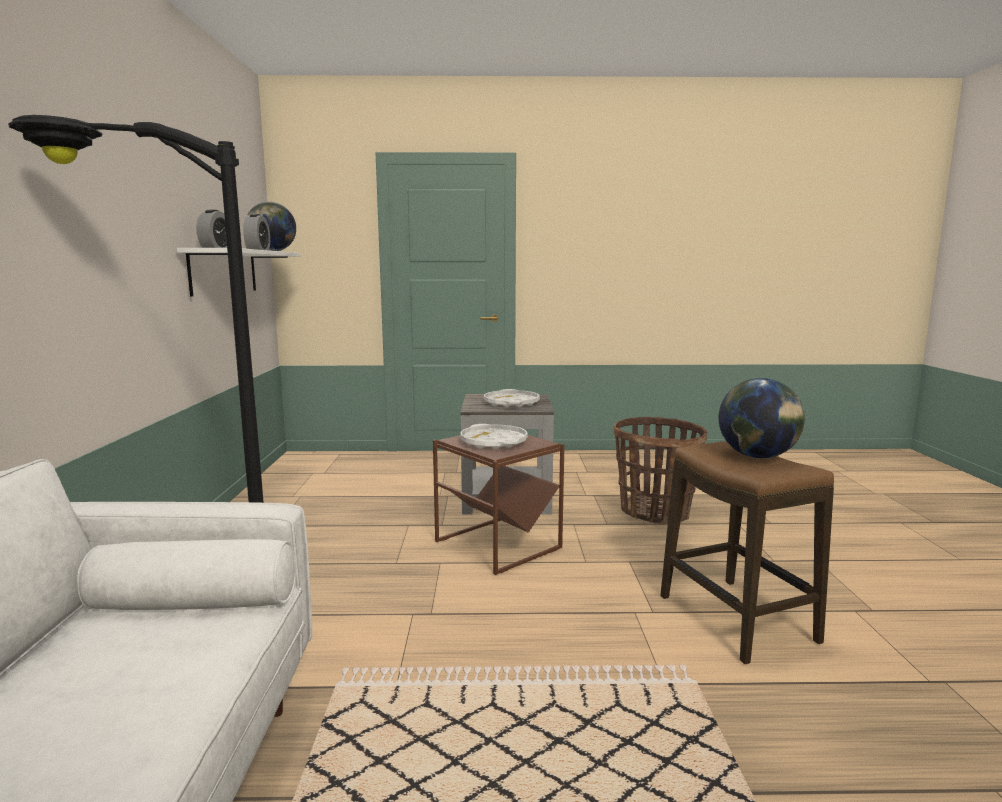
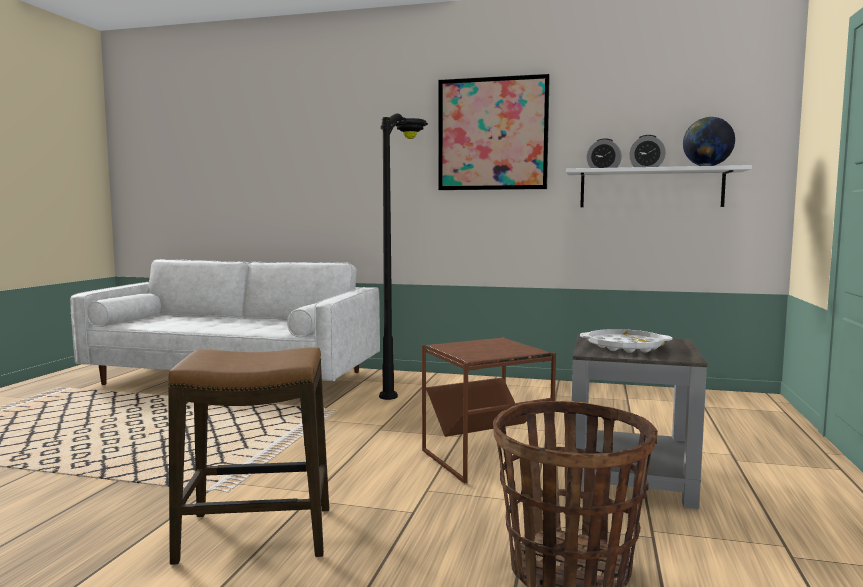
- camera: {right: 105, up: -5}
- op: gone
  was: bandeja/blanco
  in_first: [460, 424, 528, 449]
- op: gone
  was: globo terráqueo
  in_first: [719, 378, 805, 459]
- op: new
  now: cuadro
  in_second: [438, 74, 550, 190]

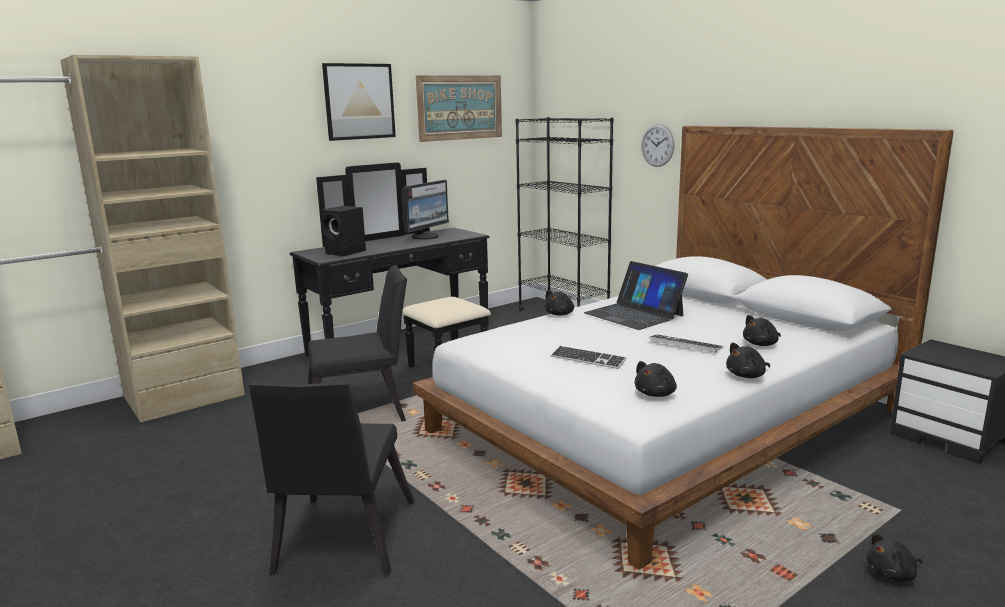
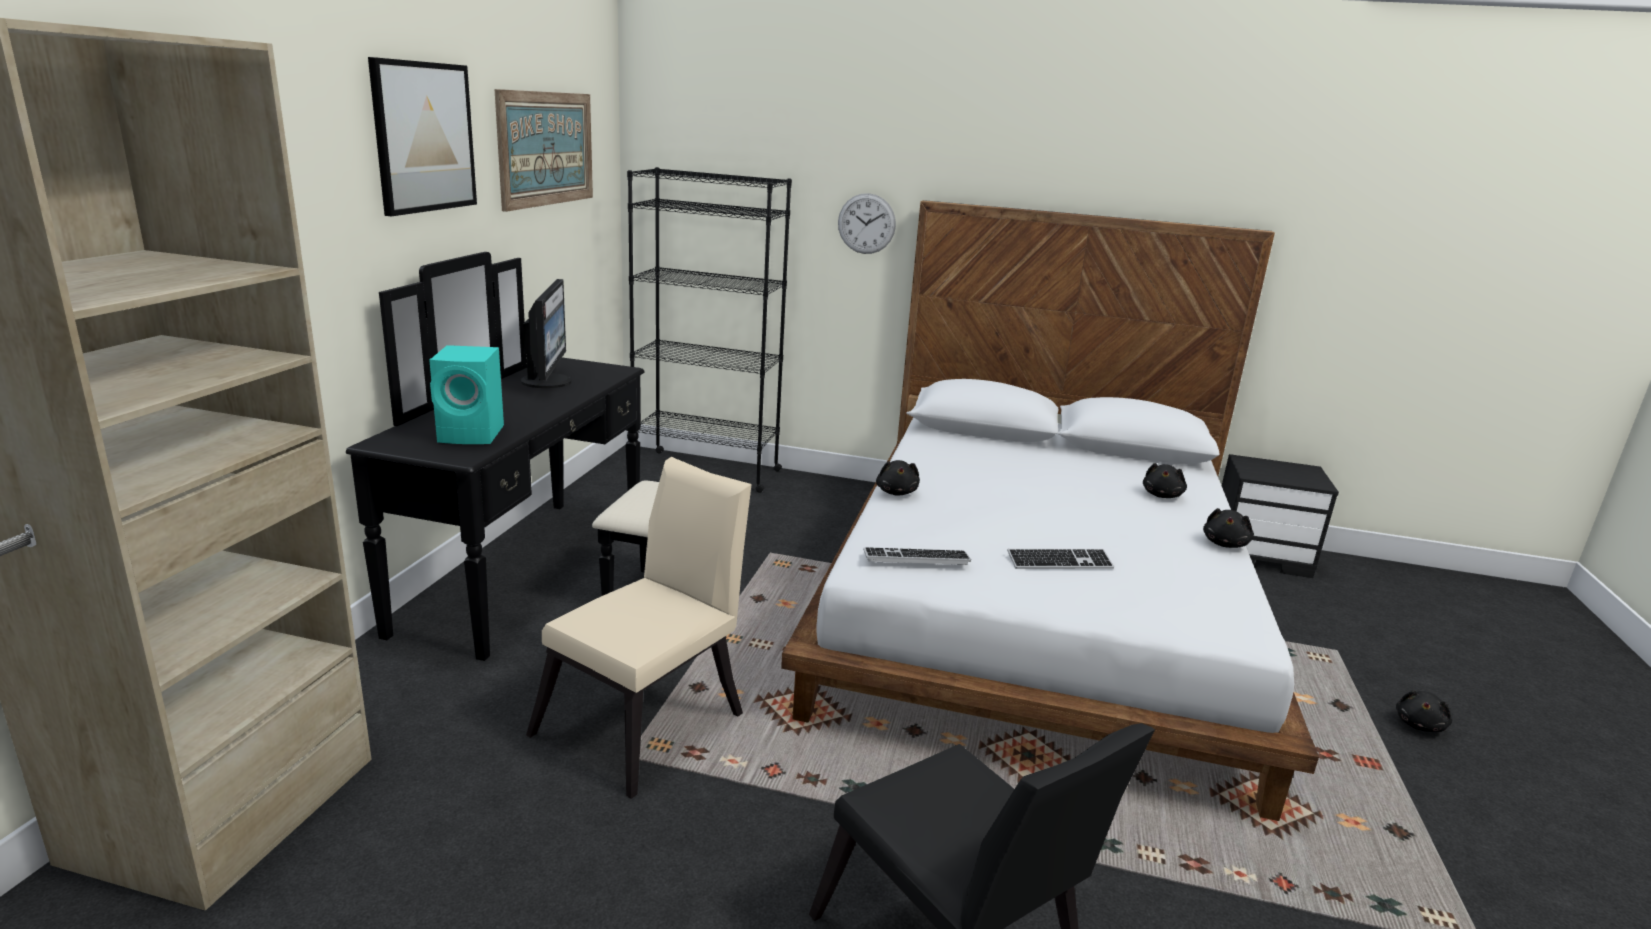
- camera: {right: -40, up: 5}
- op: repainted
  was: silla/negro
  now: silla/beis
  in_first: [308, 265, 407, 422]
  in_second: [526, 457, 752, 799]
- op: repainted
  was: altavoz/negro
  now: altavoz/turquesa
  in_first: [321, 206, 366, 256]
  in_second: [429, 345, 504, 444]
- op: gone
  was: portátil
  in_first: [584, 261, 688, 330]
- op: gone
  was: peluche/negro
  in_first: [634, 361, 677, 397]
- op: shifted
  was: teclado
  in_first: [649, 334, 724, 353]
  in_second: [863, 547, 971, 565]

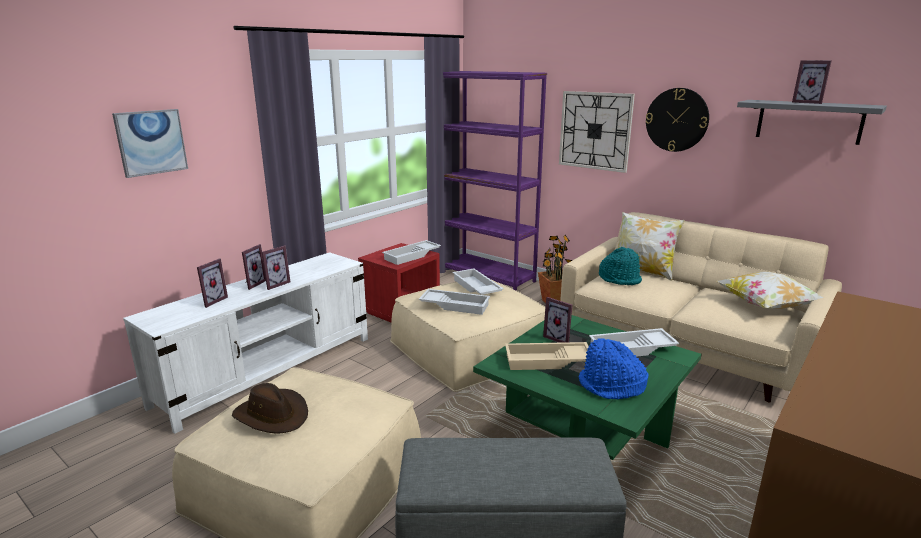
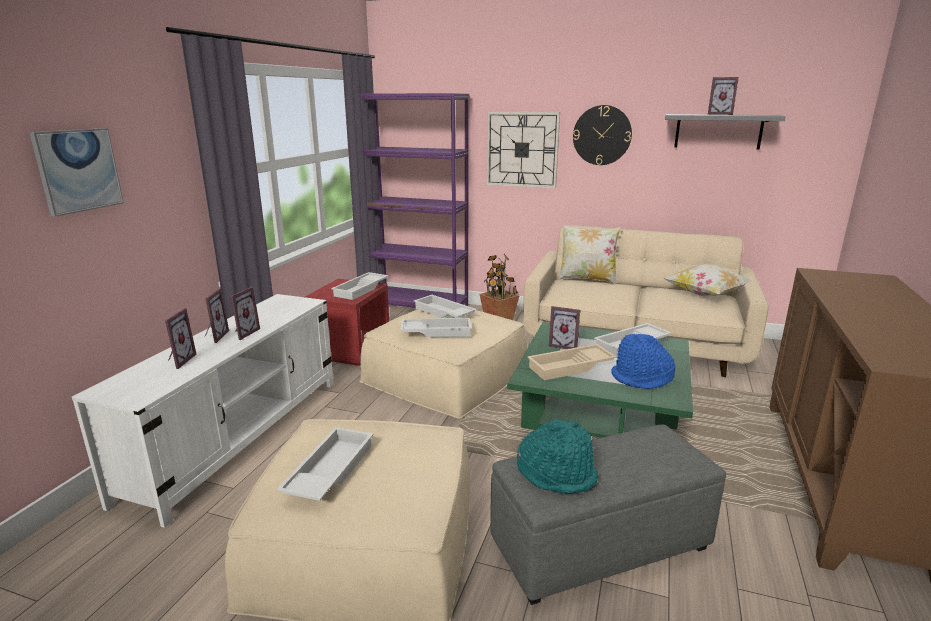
- camera: {right: -20, up: 0}
- op: swapped
  was: sombrero/marrón
  now: bandeja/blanco
  in_first: [232, 383, 308, 433]
  in_second: [276, 427, 374, 501]
- op: shifted
  was: sombrero/turquesa
  in_first: [599, 247, 642, 285]
  in_second: [517, 419, 598, 494]

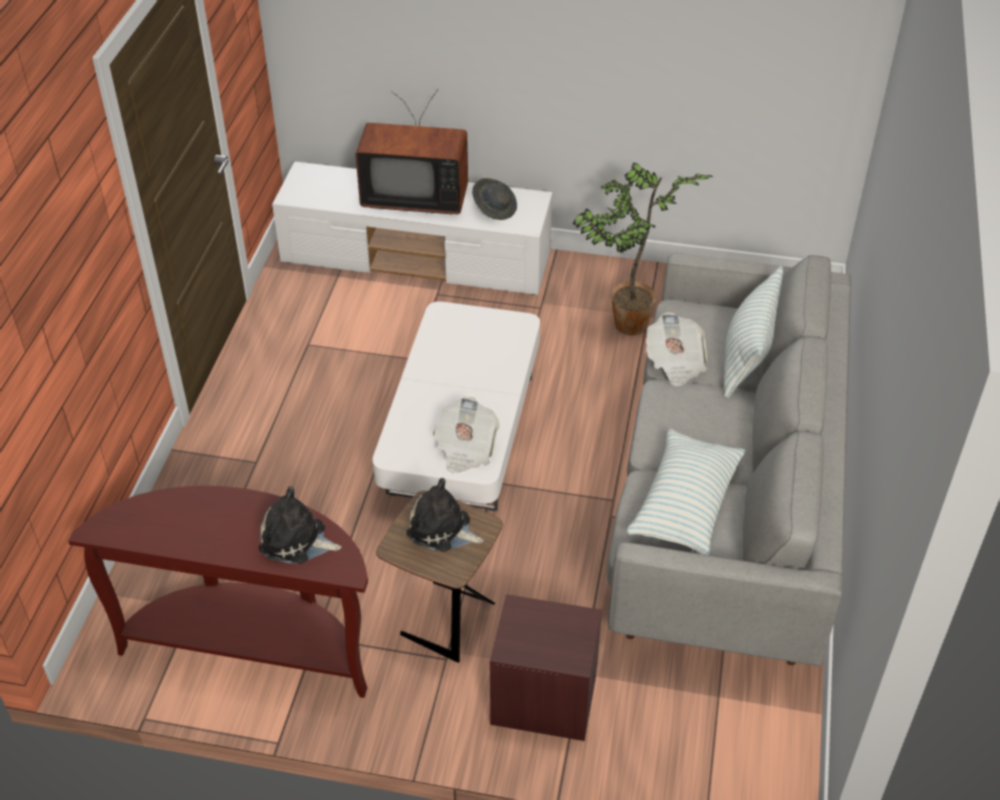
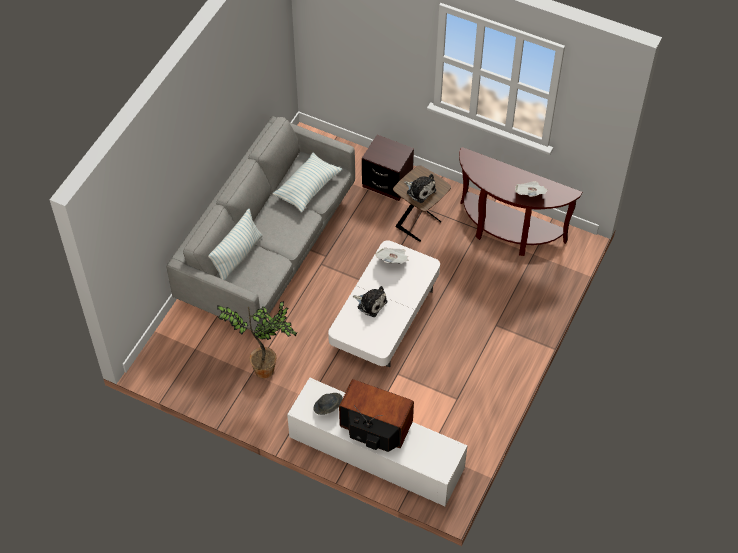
- camera: {right: -165, up: 10}
- op: shifted
  was: peluche
  in_first: [259, 487, 341, 564]
  in_second: [353, 286, 387, 317]
- op: shifted
  was: periódico
  in_first: [645, 312, 707, 387]
  in_second: [515, 181, 548, 197]

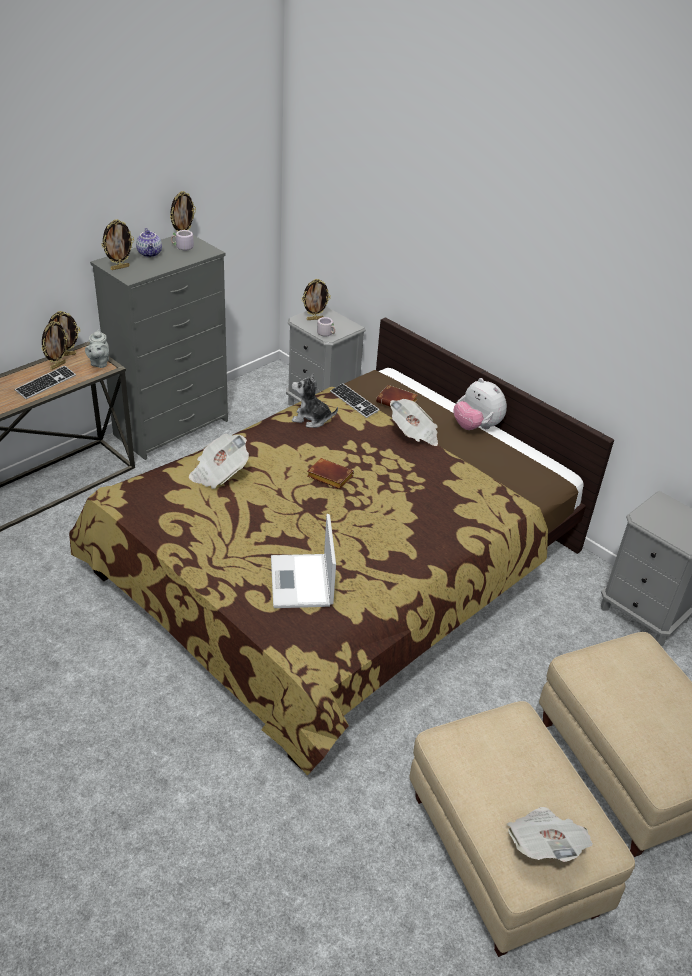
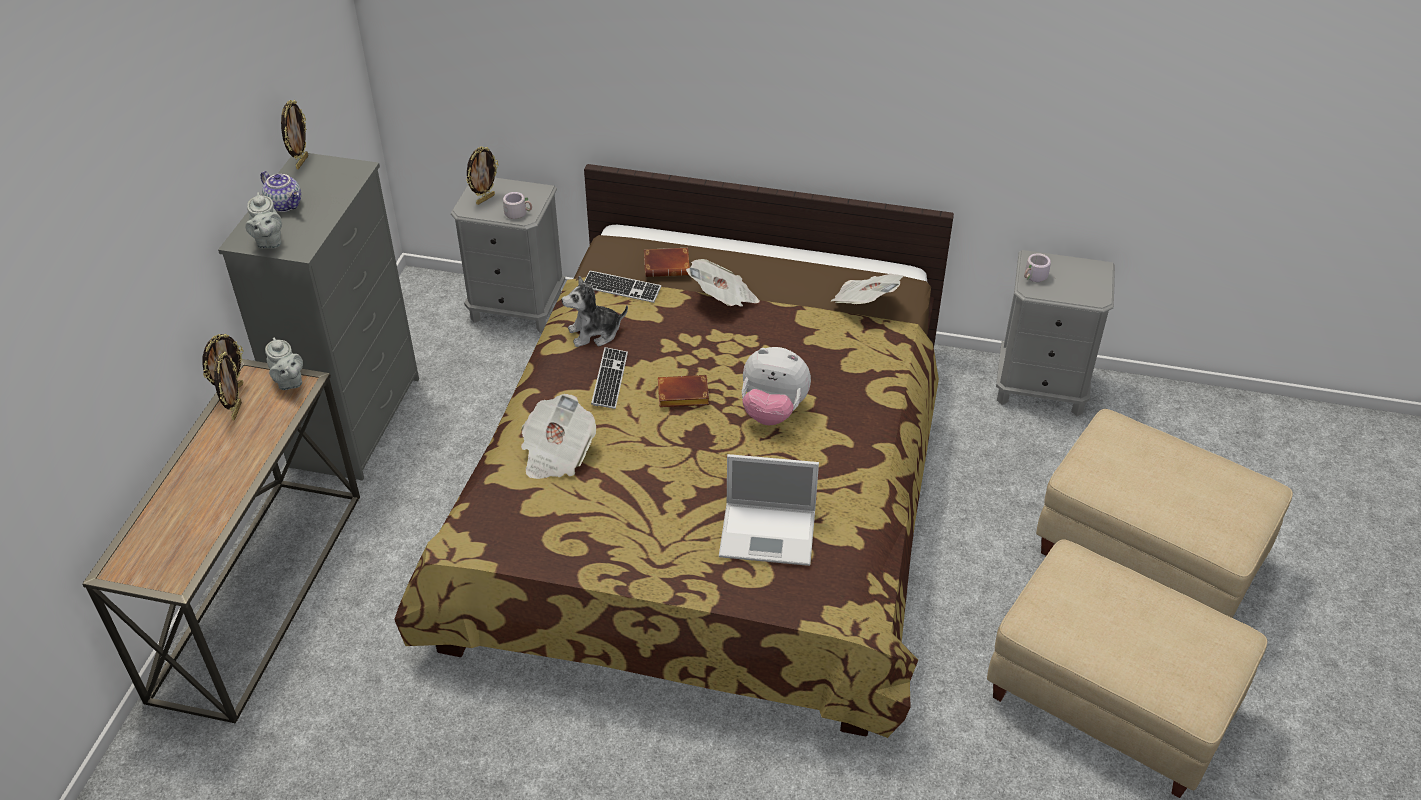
- camera: {right: -30, up: 5}
- op: shifted
  was: teclado
  in_first: [15, 366, 76, 399]
  in_second: [591, 347, 628, 409]
- op: swapped
  was: portarretratos
  now: tetera/gris
  in_first: [102, 219, 134, 270]
  in_second: [245, 192, 282, 249]
- op: shifted
  was: taza grande/gris
  in_first: [171, 230, 194, 250]
  in_second: [1024, 253, 1056, 282]
- op: rotated
  was: portátil
  in_first: [271, 514, 336, 608]
  in_second: [719, 454, 819, 566]
  clockwise: -45
- op: shifted
  was: peluche
  in_first: [453, 378, 507, 430]
  in_second: [742, 347, 811, 426]
- op: shifted
  was: periódico
  in_first: [507, 807, 593, 862]
  in_second: [831, 274, 903, 304]

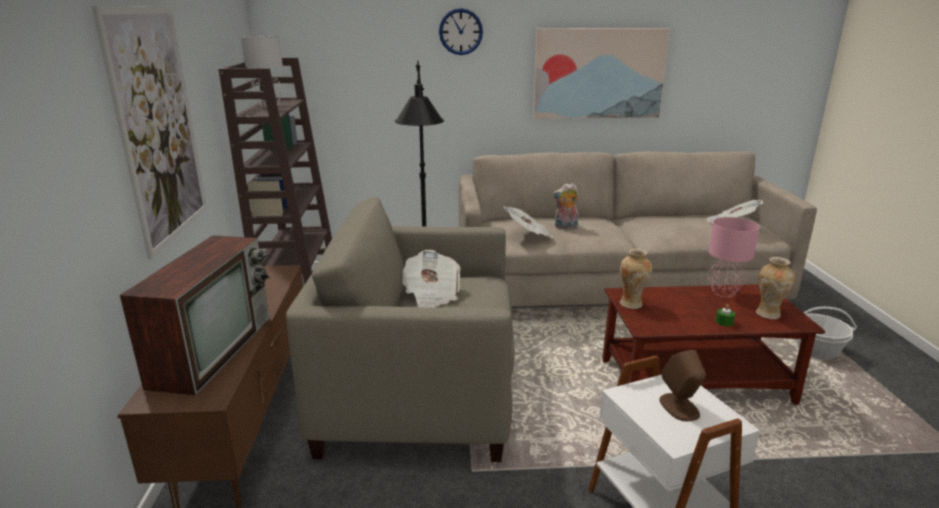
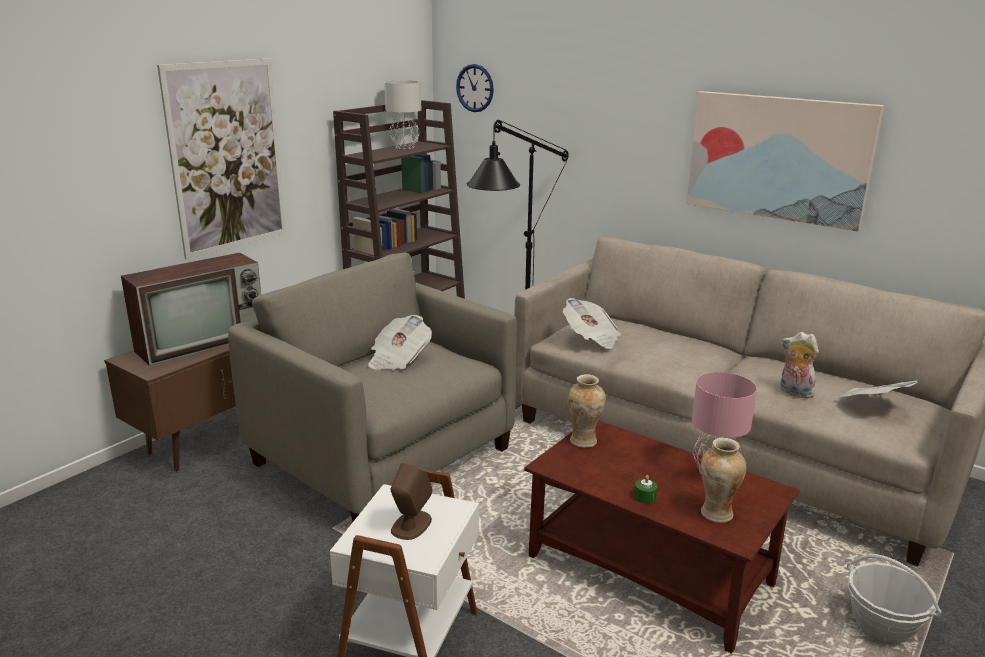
- camera: {right: 40, up: 0}
- op: shifted
  was: reloj de pared
  in_first: [439, 8, 483, 55]
  in_second: [456, 64, 494, 112]
- op: shifted
  was: peluche
  in_first: [552, 183, 579, 229]
  in_second: [780, 332, 819, 399]

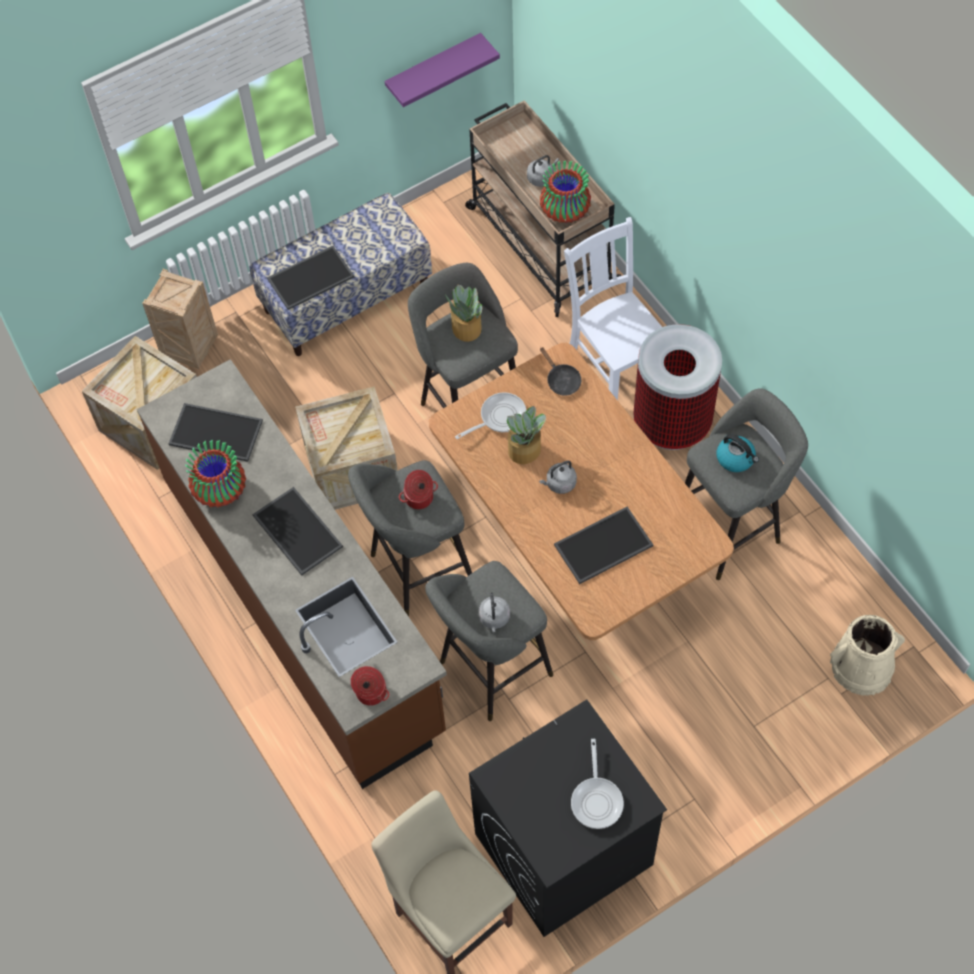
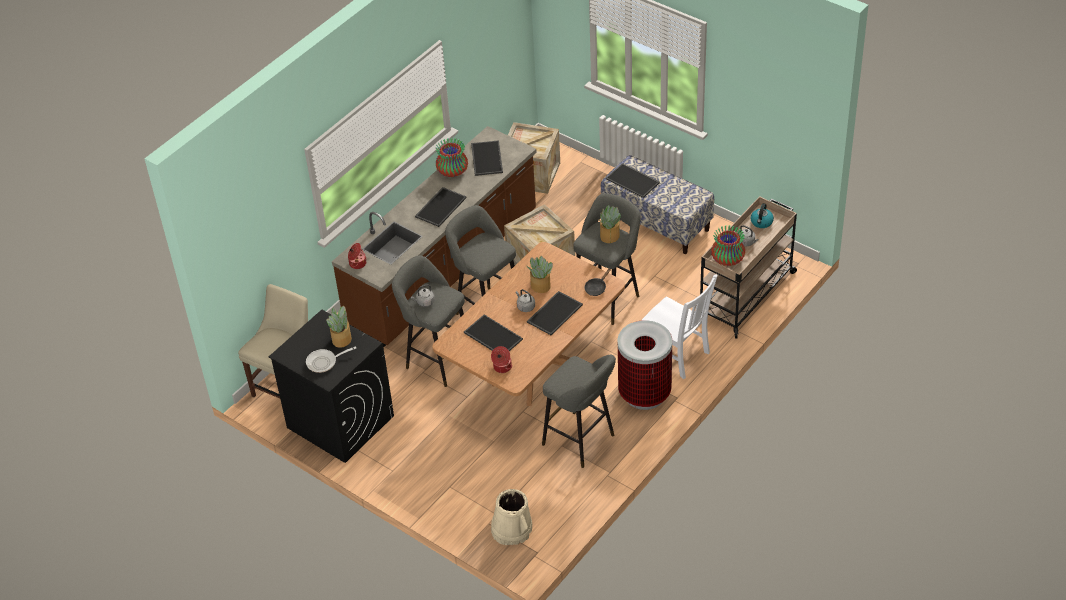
- camera: {right: 70, up: -15}
- op: gone
  was: caja de embalaje
  in_first: [142, 269, 218, 369]
- op: gone
  was: estante/morado
  in_first: [385, 33, 500, 107]
- op: shifted
  was: olla
  in_first: [399, 470, 438, 509]
  in_second: [491, 346, 512, 373]
- op: gone
  was: sartén
  in_first: [455, 392, 526, 439]
- op: rotated
  was: silla/blanco
  in_first: [564, 217, 662, 400]
  in_second: [641, 274, 718, 379]
  clockwise: 90
- op: shifted
  was: hervidor
  in_first: [717, 434, 759, 472]
  in_second: [751, 203, 774, 228]
- op: new
  now: planta en maceta
  in_second: [326, 306, 352, 348]
- op: new
  now: bandeja
  in_second: [527, 291, 583, 335]

